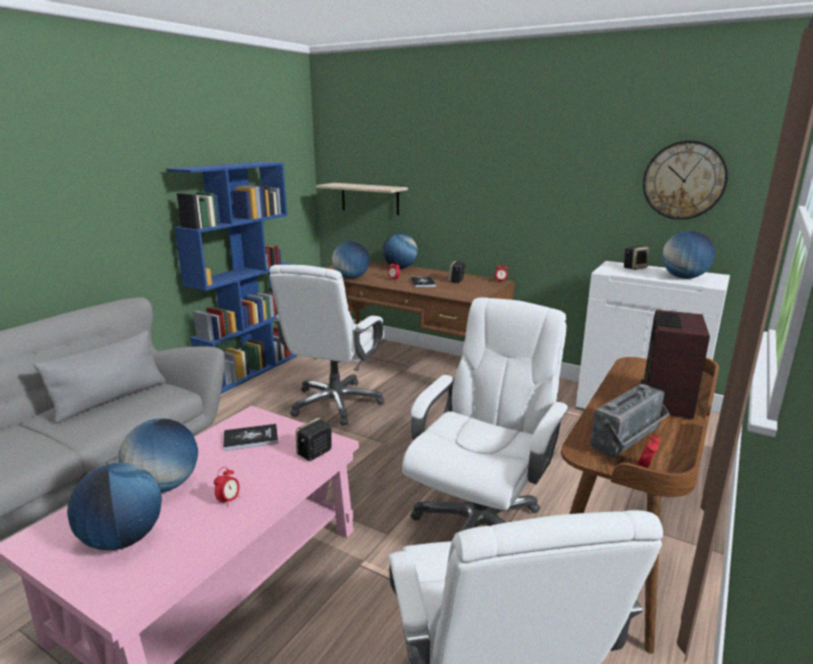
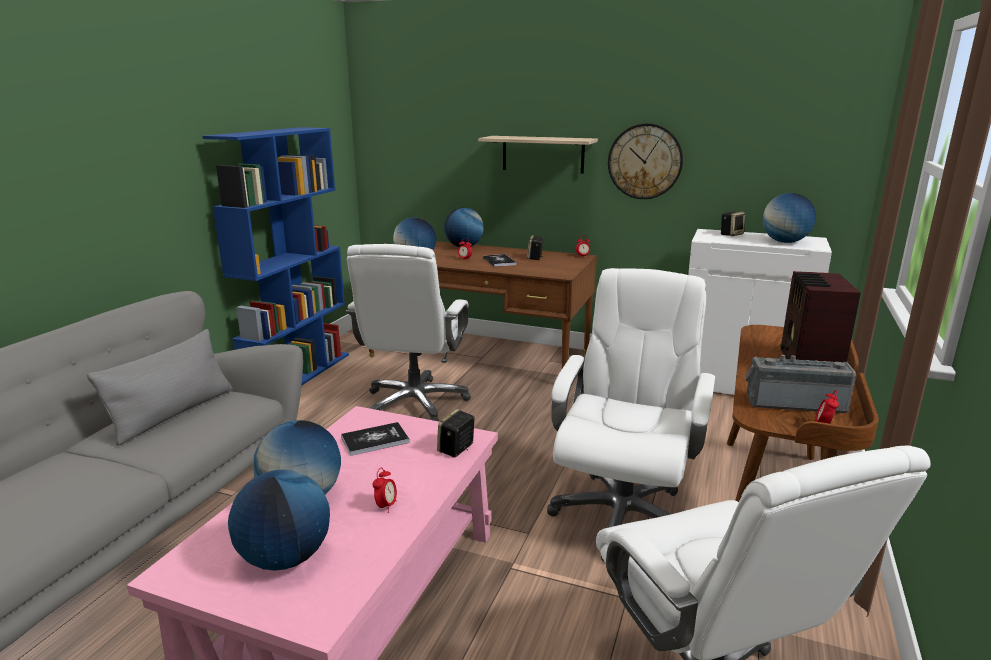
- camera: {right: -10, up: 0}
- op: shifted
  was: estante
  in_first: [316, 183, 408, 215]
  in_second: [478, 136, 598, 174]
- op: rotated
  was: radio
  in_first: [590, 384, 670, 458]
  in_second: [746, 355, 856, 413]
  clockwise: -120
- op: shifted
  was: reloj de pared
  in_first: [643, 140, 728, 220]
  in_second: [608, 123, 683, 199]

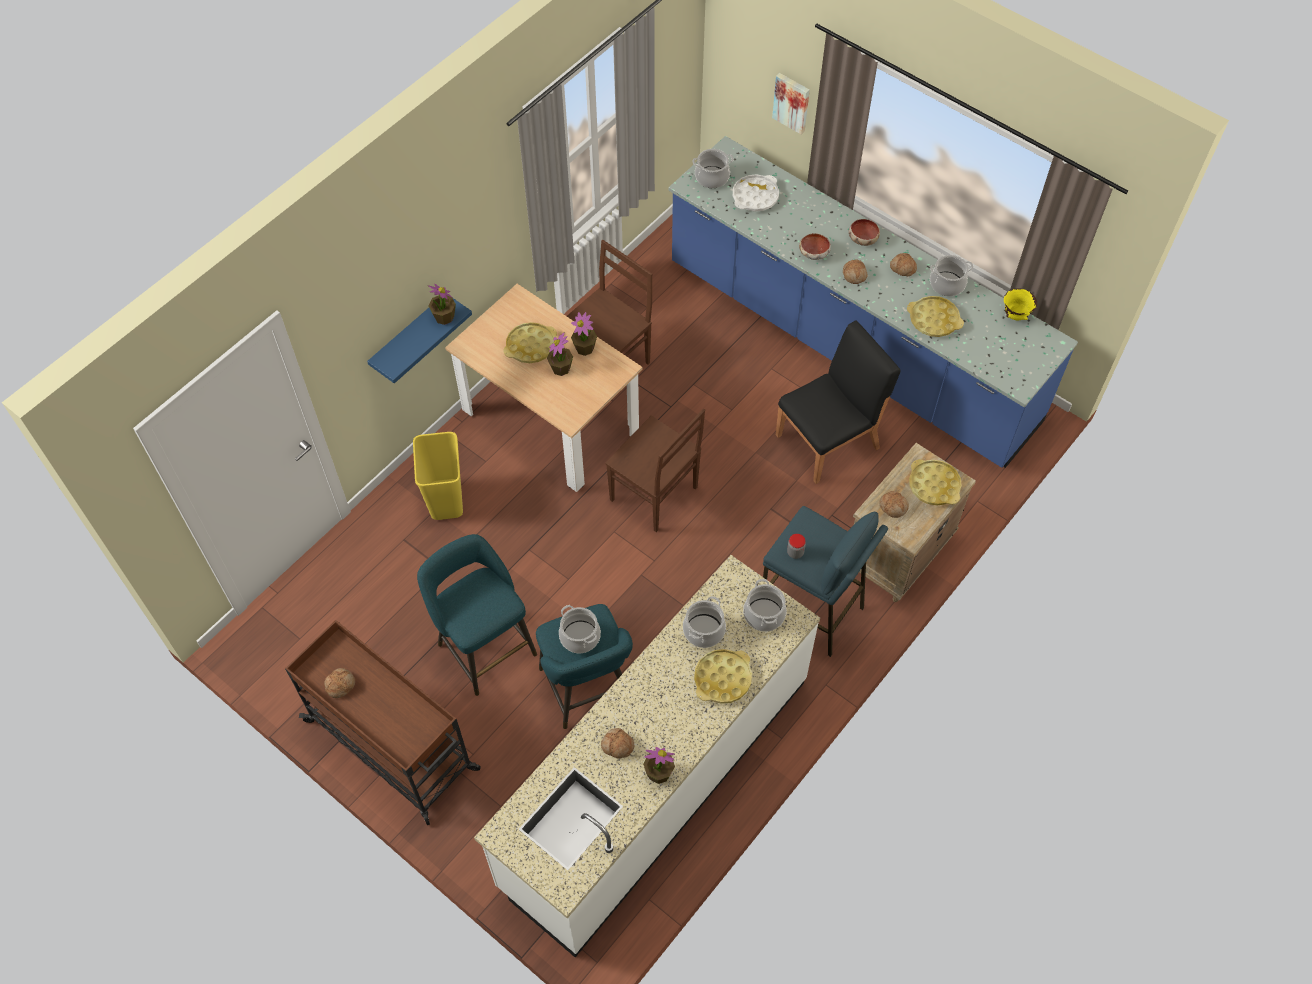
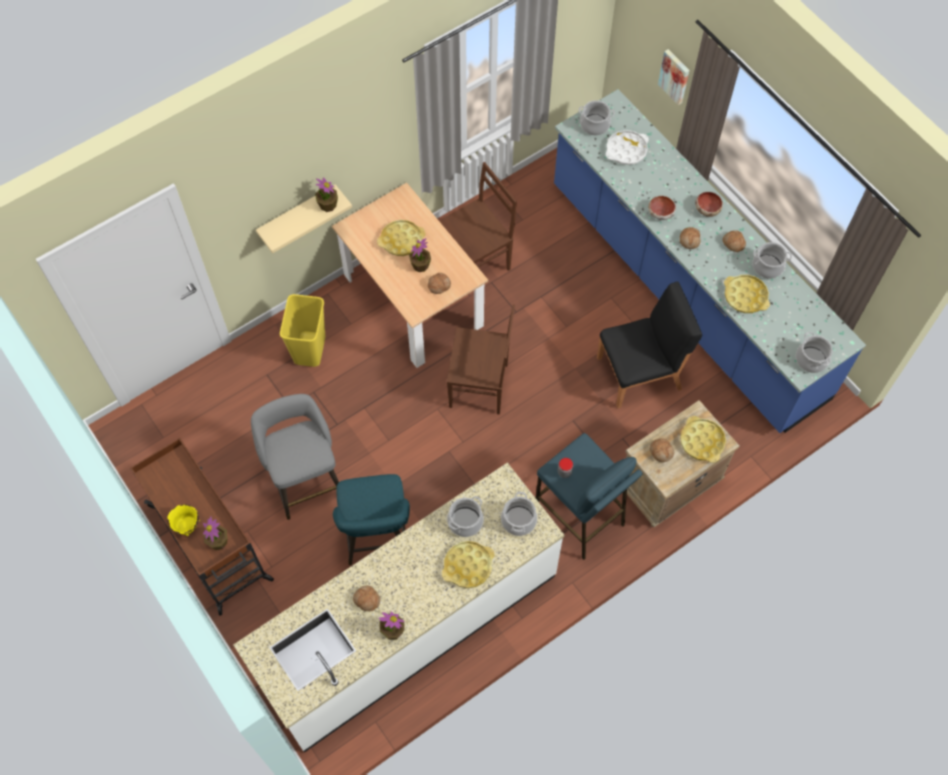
- camera: {right: 15, up: 5}
- op: shifted
  was: pan
  in_first: [324, 668, 355, 698]
  in_second: [428, 273, 451, 294]
- op: repainted
  was: estante/azul
  now: estante/beis
  in_first: [367, 298, 472, 383]
  in_second: [256, 184, 352, 253]
- op: repainted
  was: taburete/turquesa
  now: taburete/gris
  in_first: [417, 534, 537, 696]
  in_second: [251, 394, 339, 520]
- op: shifted
  was: olla
  in_first: [559, 605, 601, 653]
  in_second: [796, 332, 833, 373]
- op: shifted
  was: planta en maceta
  in_first: [571, 312, 597, 356]
  in_second: [203, 516, 227, 550]
- op: rotated
  was: silla/marrón
  in_first: [605, 409, 705, 532]
  in_second: [446, 304, 515, 415]
  clockwise: -45
- op: shifted
  was: cuenco/amarillo
  in_first: [1004, 288, 1037, 320]
  in_second: [167, 504, 200, 536]

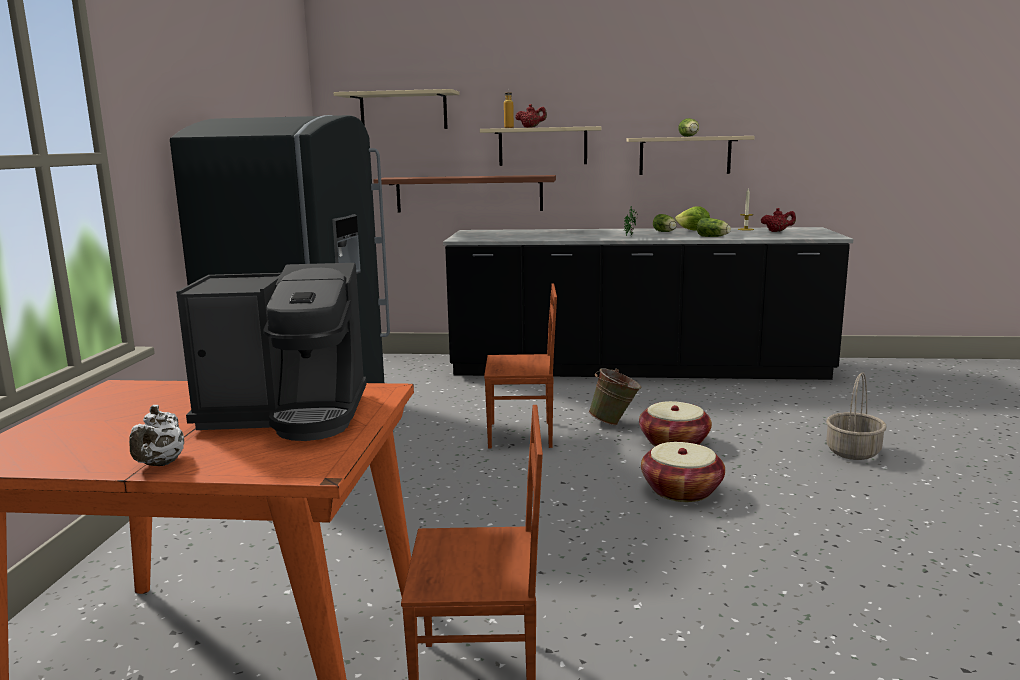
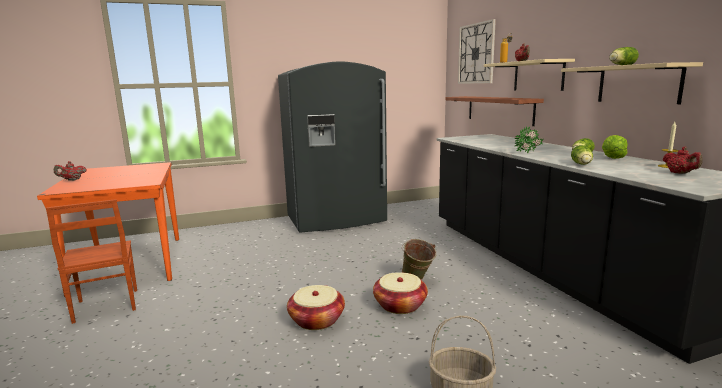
- camera: {right: 65, up: 0}
- op: repainted
  was: tetera/blanco
  now: tetera/rojo
  in_first: [129, 405, 184, 466]
  in_second: [54, 161, 86, 181]
- op: gone
  was: cafetera
  in_first: [176, 263, 367, 441]
- op: swapped
  was: estante/beis
  now: reloj de pared
  in_first: [333, 89, 459, 129]
  in_second: [458, 19, 496, 84]
- op: gone
  was: silla/marrón
  in_first: [484, 283, 557, 449]

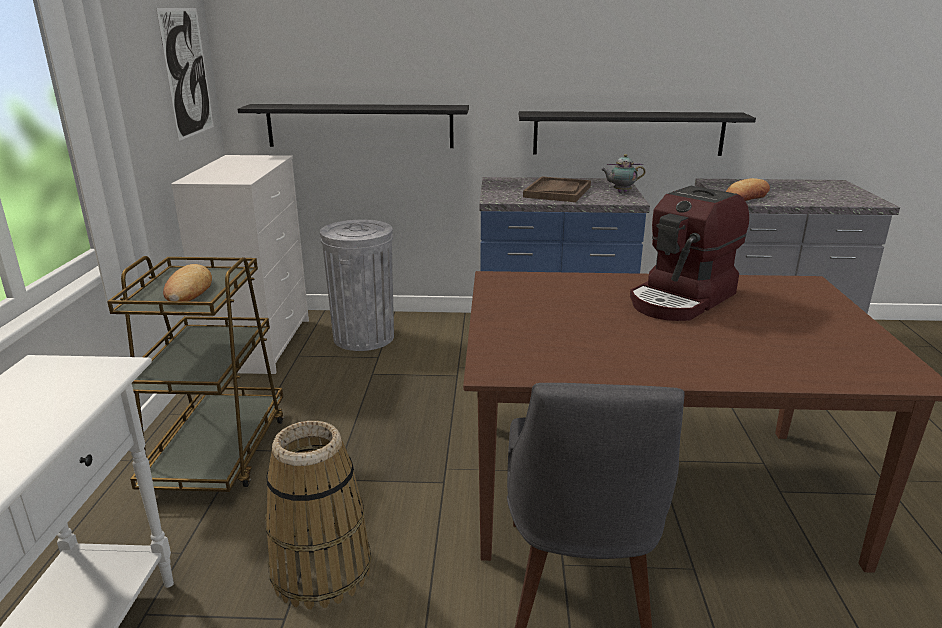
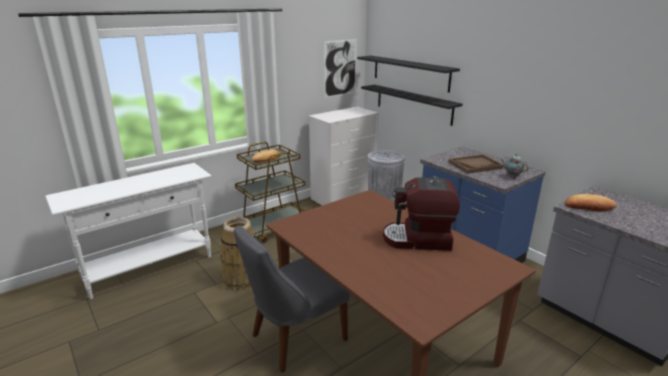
- camera: {right: 50, up: 0}
- op: shifted
  was: estante/negro
  in_first: [519, 111, 756, 156]
  in_second: [357, 56, 460, 93]

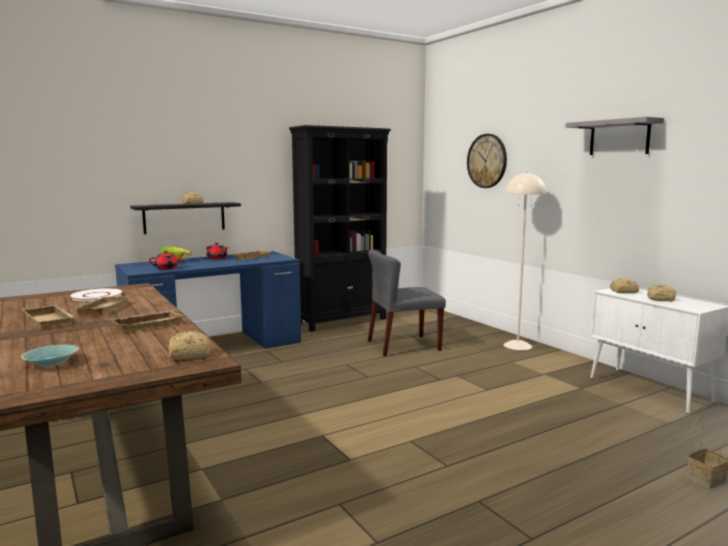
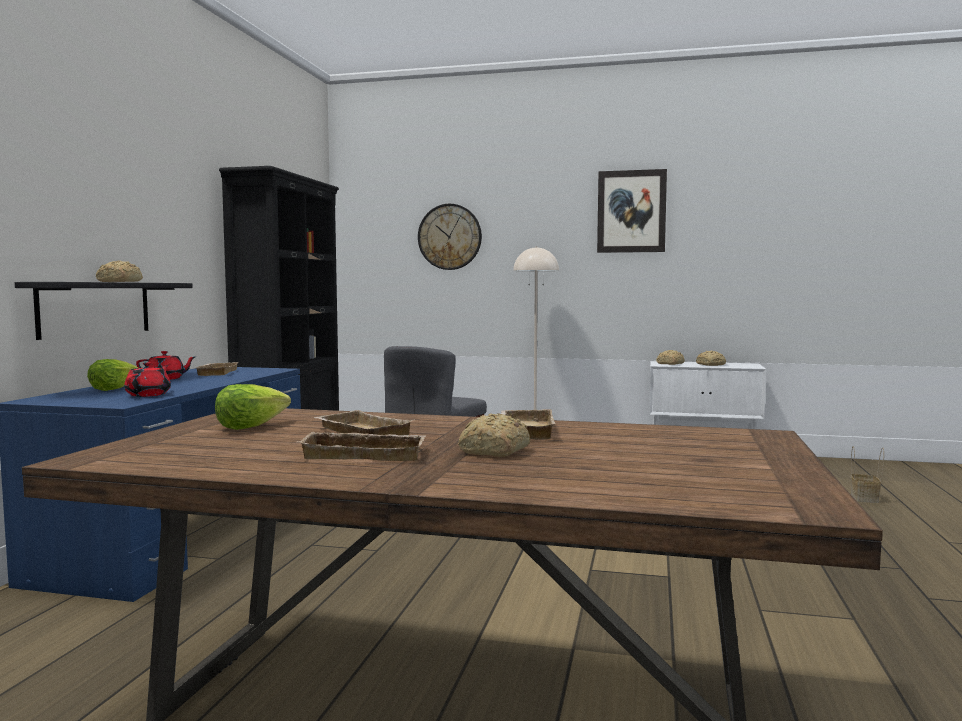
- camera: {right: -45, up: -5}
- op: gone
  was: cuenco/turquesa
  in_first: [21, 345, 79, 366]
- op: swapped
  was: plato/blanco
  now: lechuga
  in_first: [69, 288, 124, 301]
  in_second: [215, 384, 291, 430]
- op: shifted
  was: pan
  in_first: [168, 331, 210, 360]
  in_second: [458, 413, 530, 457]
- op: swapped
  was: estante/gris
  now: cuadro
  in_first: [565, 117, 664, 155]
  in_second: [597, 169, 667, 253]

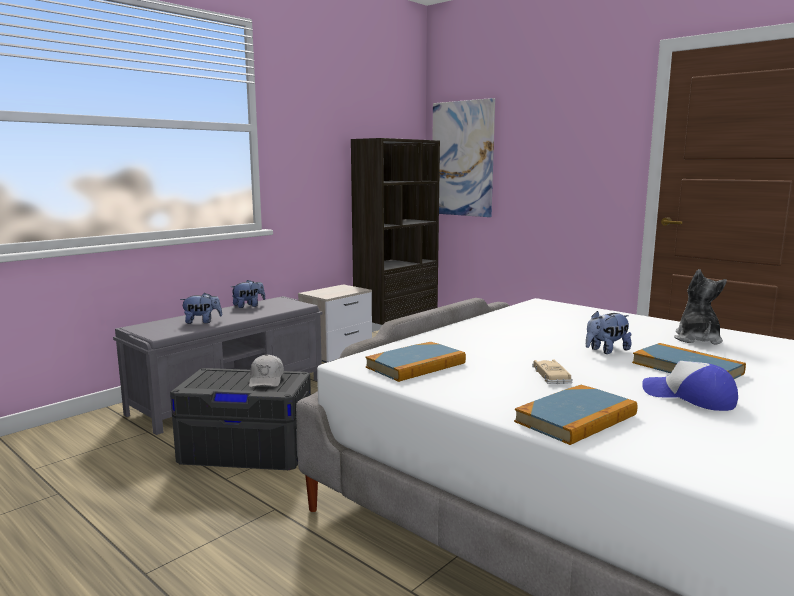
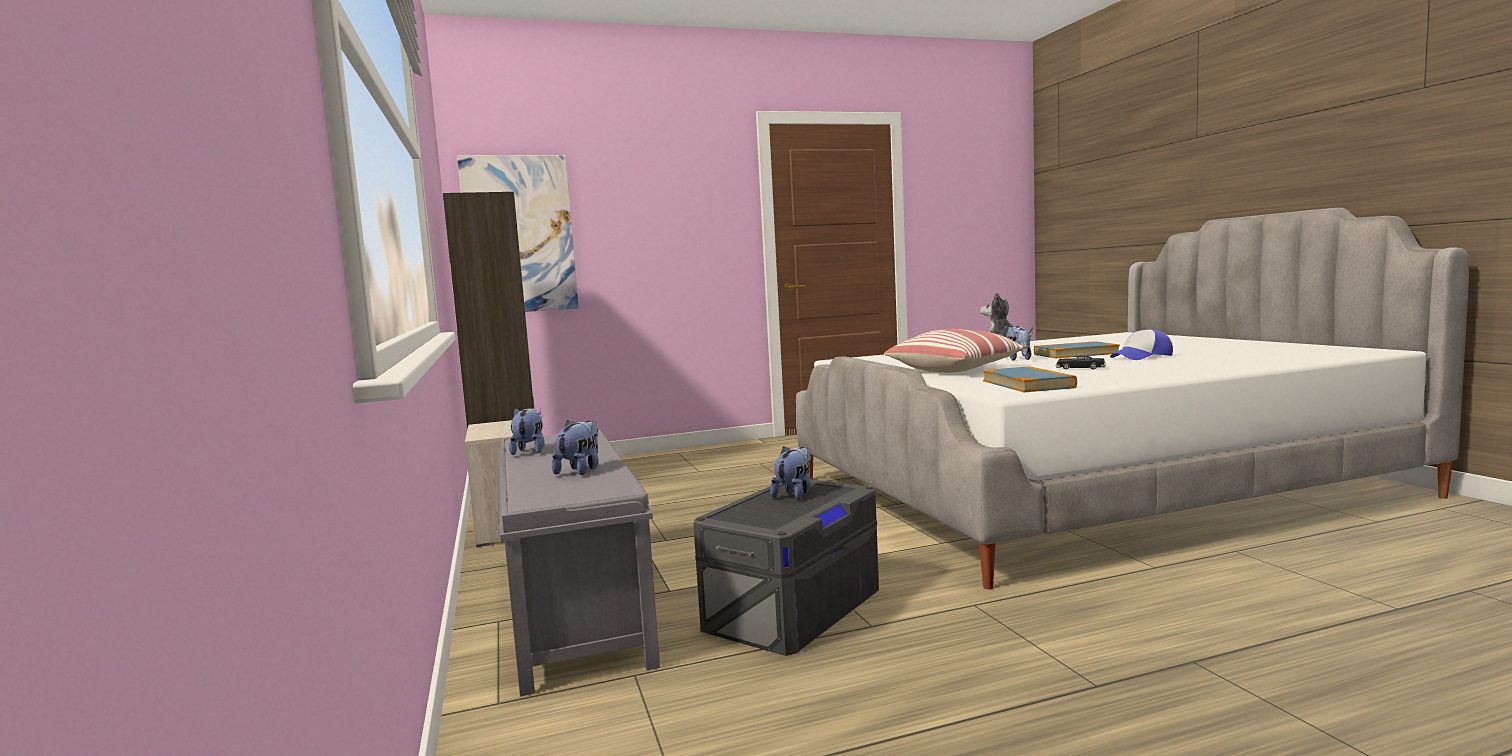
- camera: {right: -60, up: -5}
- op: swapped
  was: gorra/blanco
  now: peluche
  in_first: [249, 354, 284, 387]
  in_second: [770, 446, 812, 500]
- op: gone
  was: libro
  in_first: [514, 385, 638, 445]
- op: repainted
  was: coche de juguete/beis
  now: coche de juguete/negro
  in_first: [532, 359, 573, 384]
  in_second: [1056, 356, 1106, 369]
- op: new
  now: cojín
  in_second: [884, 329, 1028, 373]

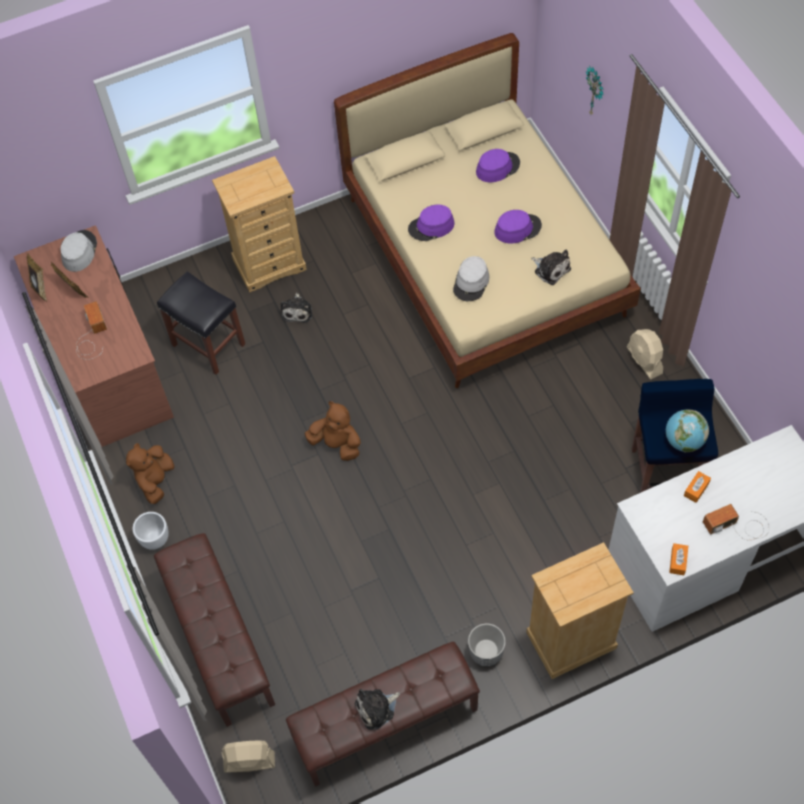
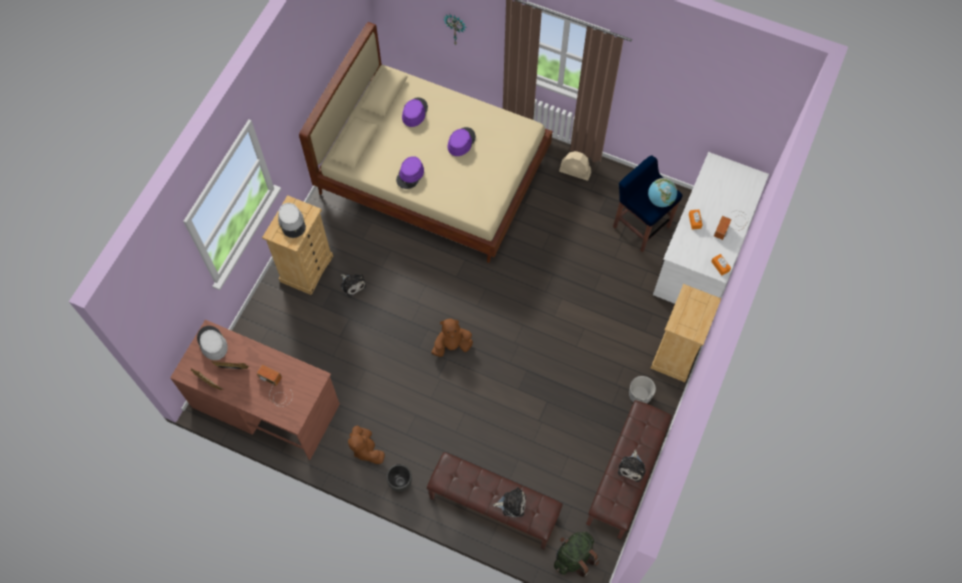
- camera: {right: -45, up: 5}
- op: repainted
  was: maceta/blanco
  now: maceta/negro
  in_first: [133, 512, 169, 550]
  in_second: [386, 464, 412, 492]
- op: gone
  was: taburete/negro
  in_first: [157, 271, 245, 375]
- op: swapped
  was: ventilador/beis
  now: mochila/verde
  in_first: [221, 740, 275, 773]
  in_second: [554, 531, 599, 577]
- op: shifted
  was: sombrero/gris
  in_first: [453, 256, 489, 301]
  in_second: [278, 203, 306, 238]
- op: shifted
  was: peluche
  in_first: [531, 250, 571, 285]
  in_second: [493, 487, 526, 517]

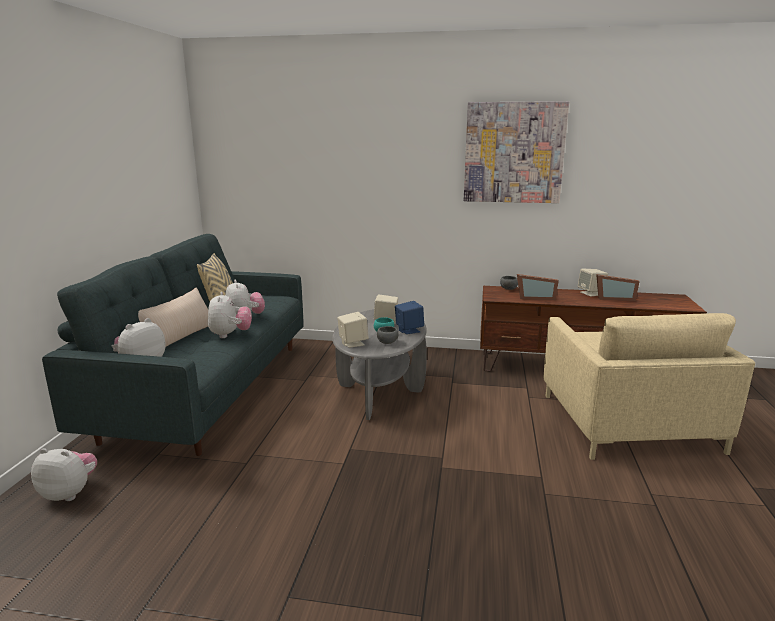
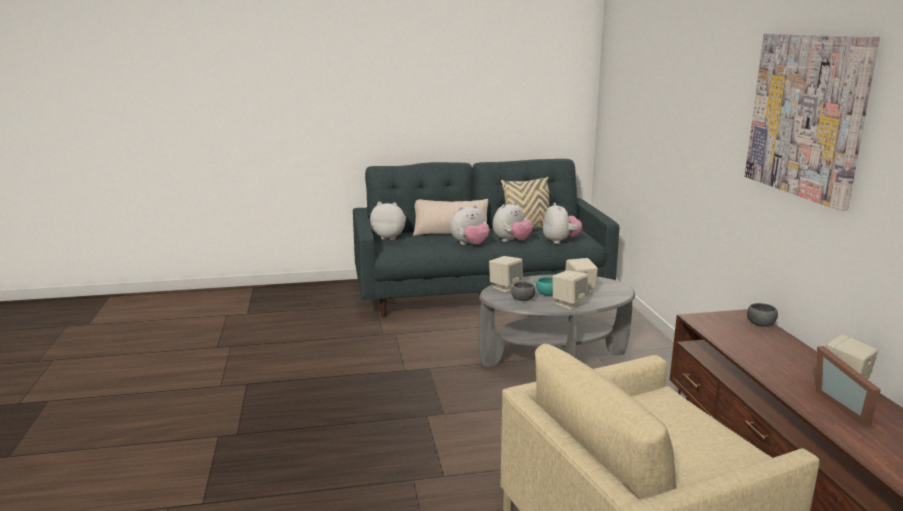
- camera: {right: 70, up: 0}
- op: shifted
  was: peluche
  in_first: [31, 448, 97, 501]
  in_second: [543, 202, 582, 244]
- op: repainted
  was: altavoz/azul
  now: altavoz/beis
  in_first: [395, 301, 424, 334]
  in_second: [552, 270, 588, 309]
- op: gone
  was: portarretratos
  in_first: [517, 274, 559, 300]

